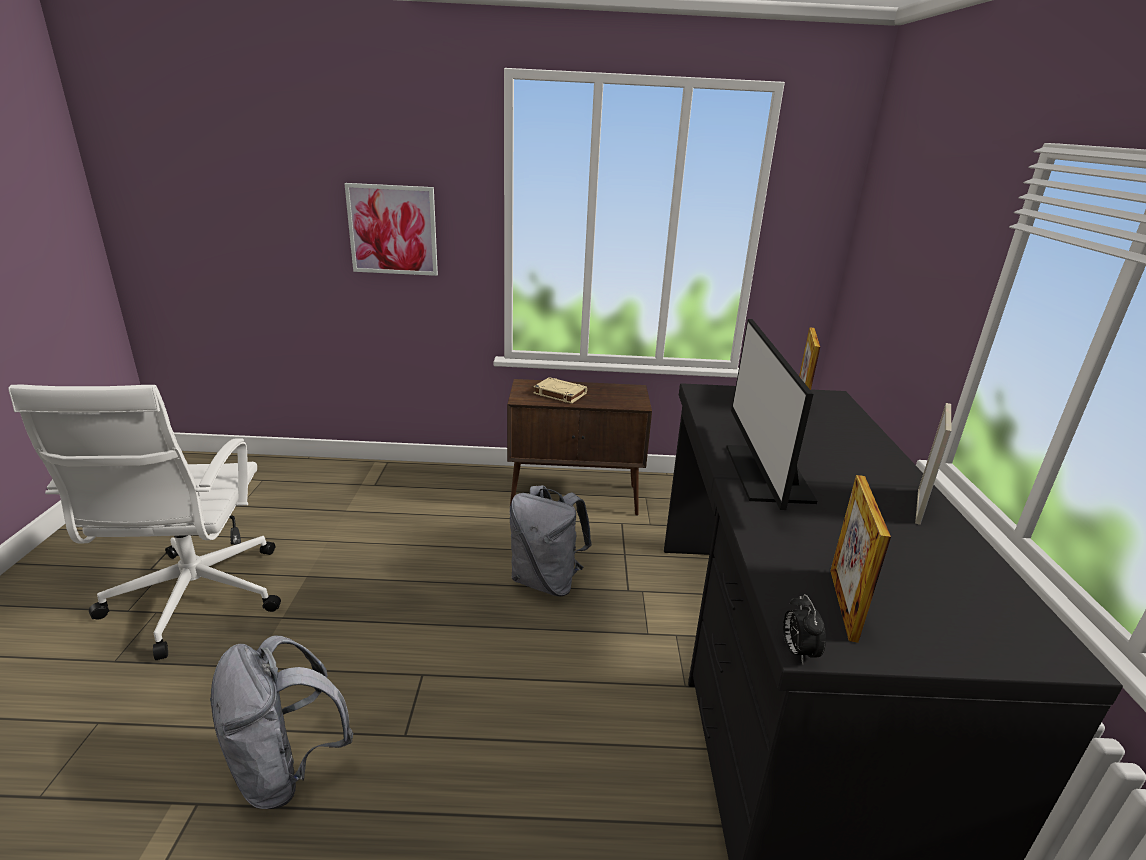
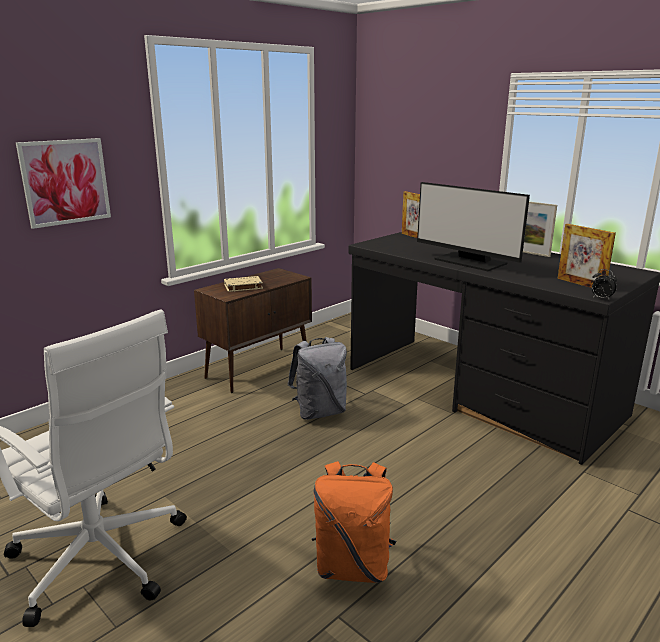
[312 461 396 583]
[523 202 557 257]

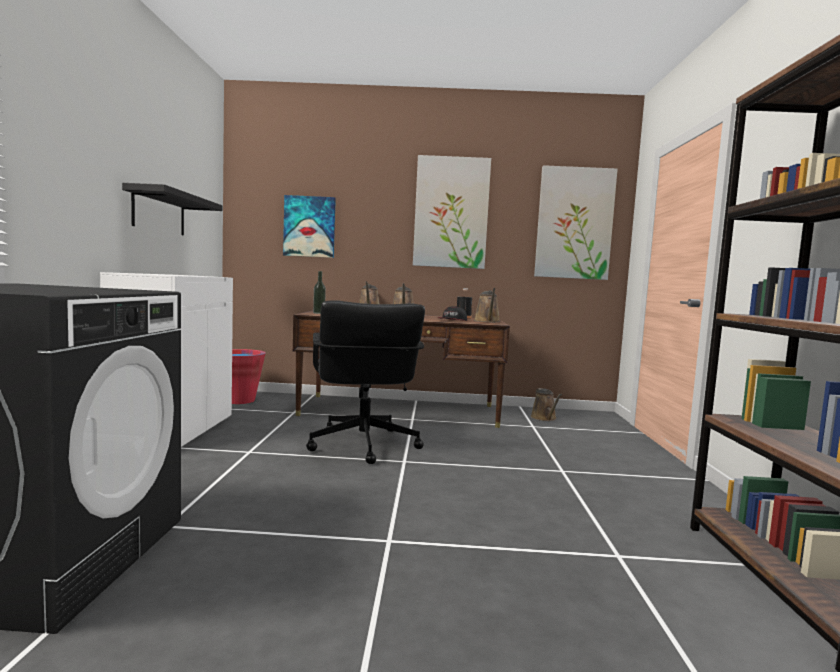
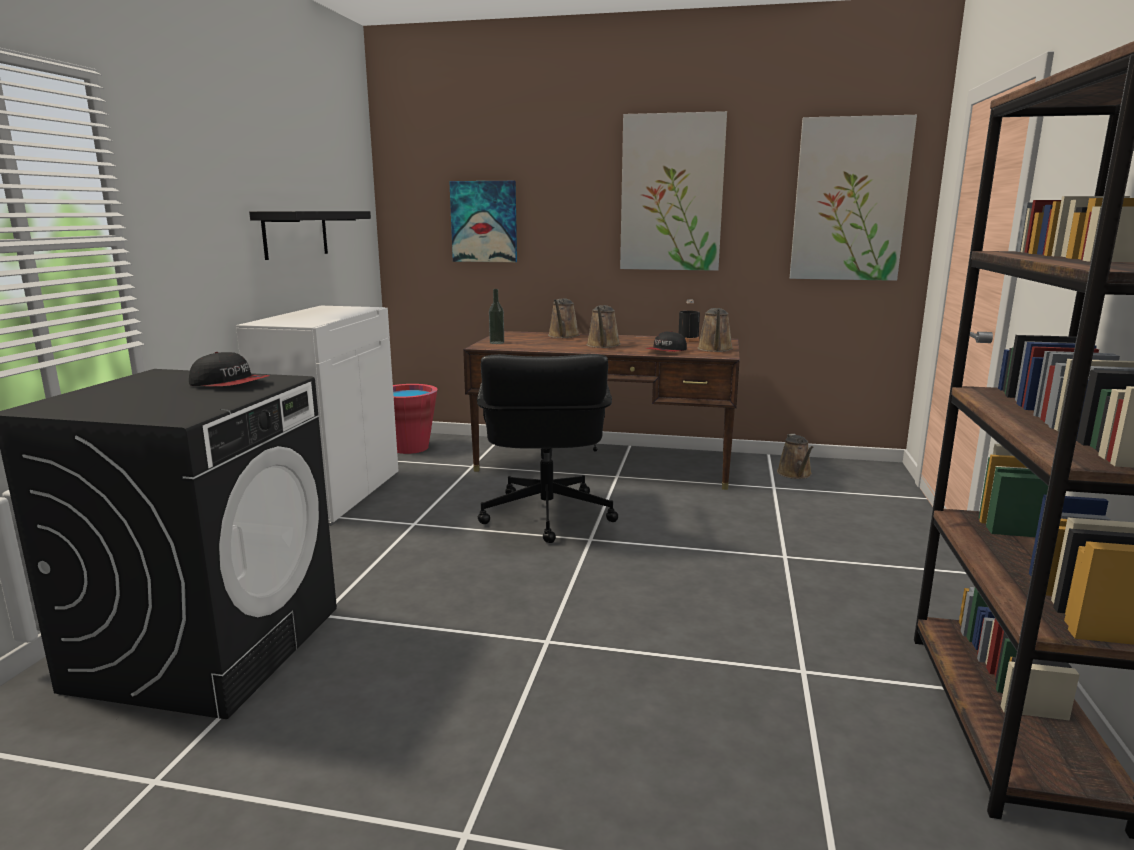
[189 352 270 386]

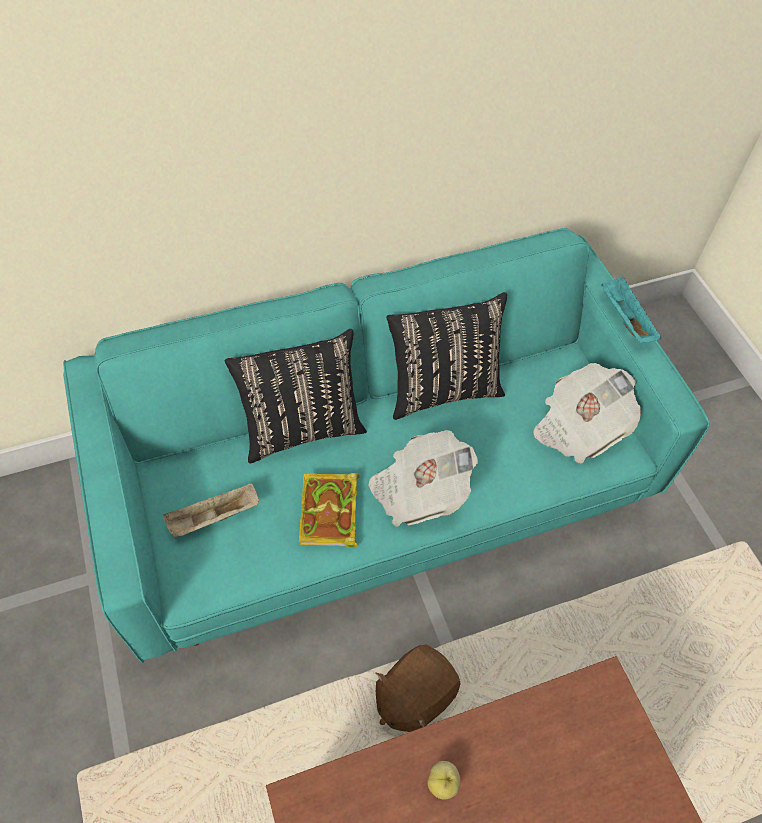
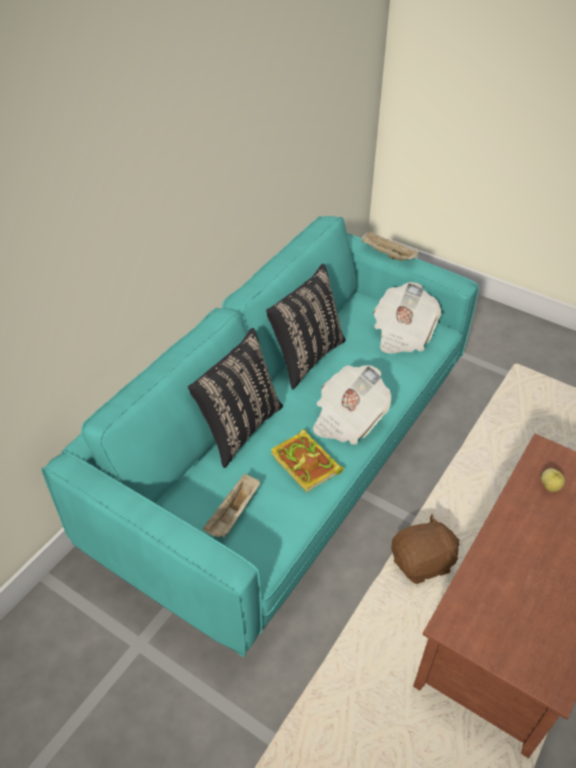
[391 514 459 584]
[541 468 565 492]
[361 231 419 260]

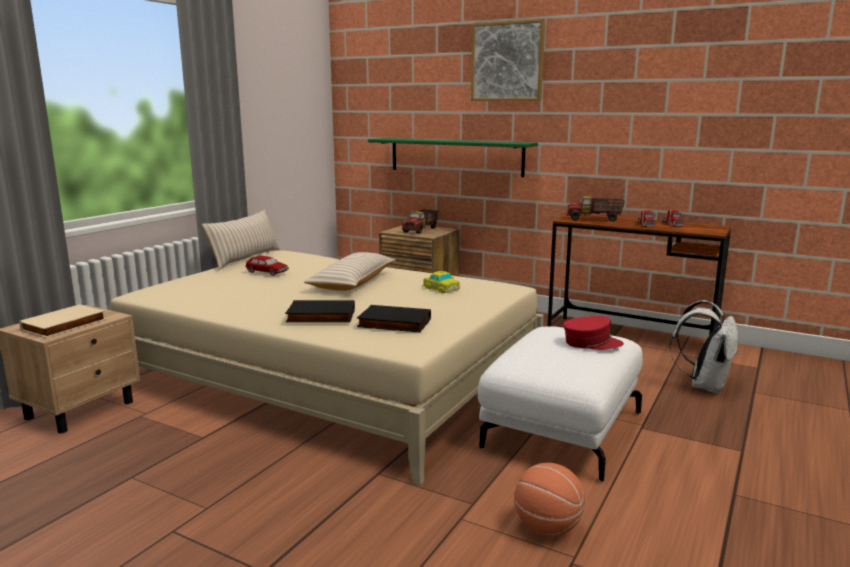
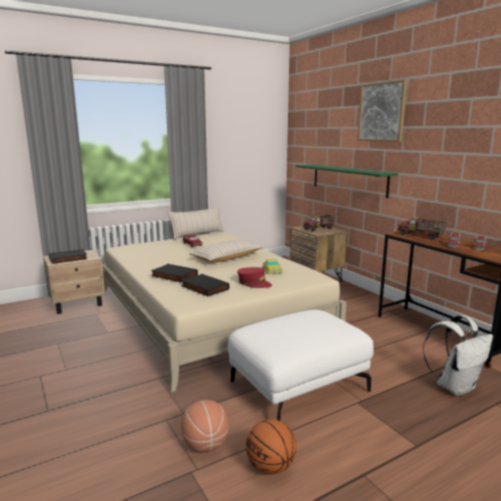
[49 249 87 264]
[237 267 272 288]
[246 419 296 475]

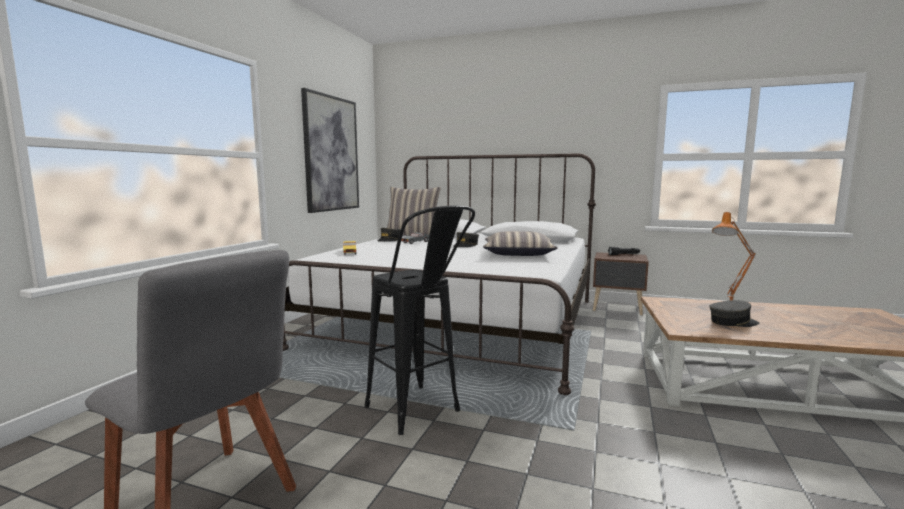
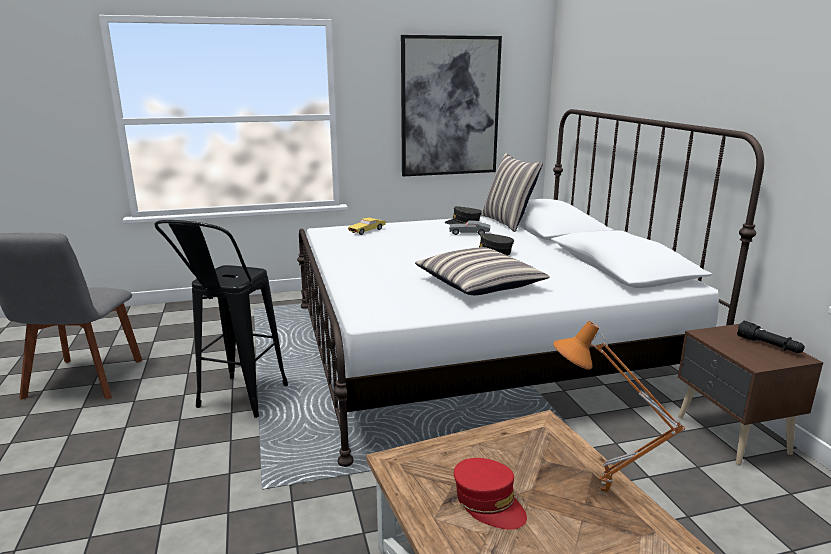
[454 458 527 530]

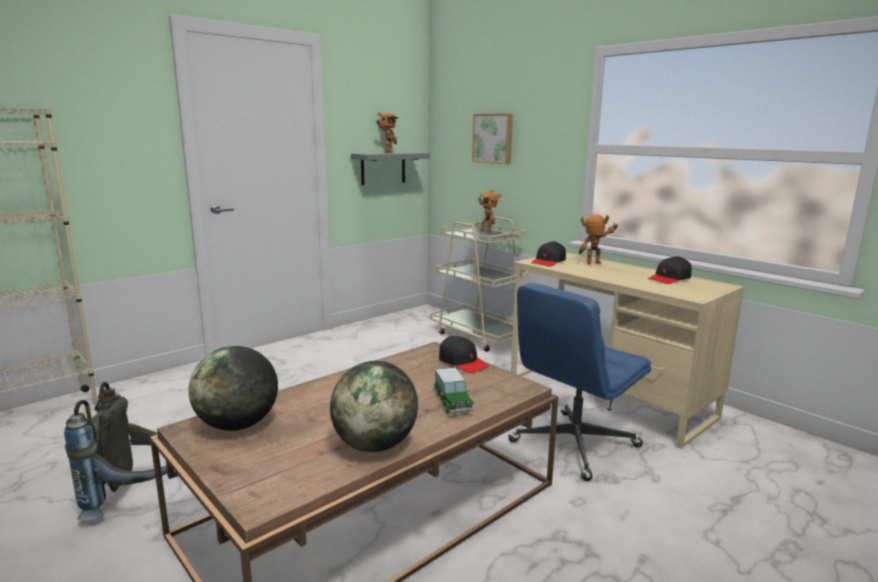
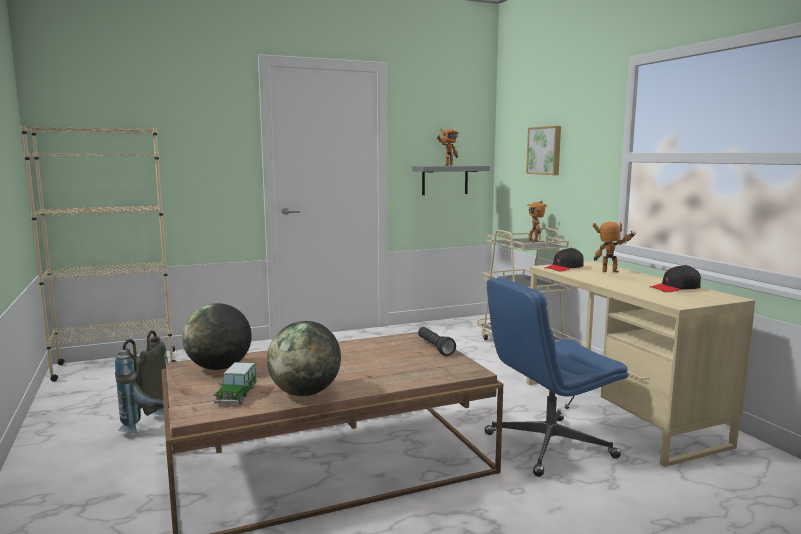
[214 362 257 405]
[418 327 456 356]

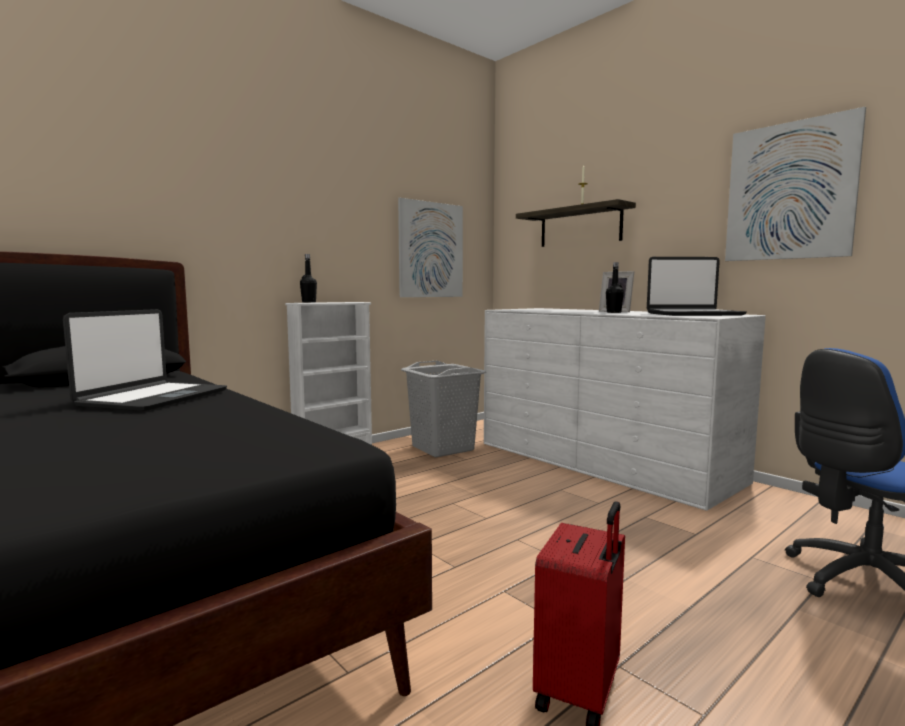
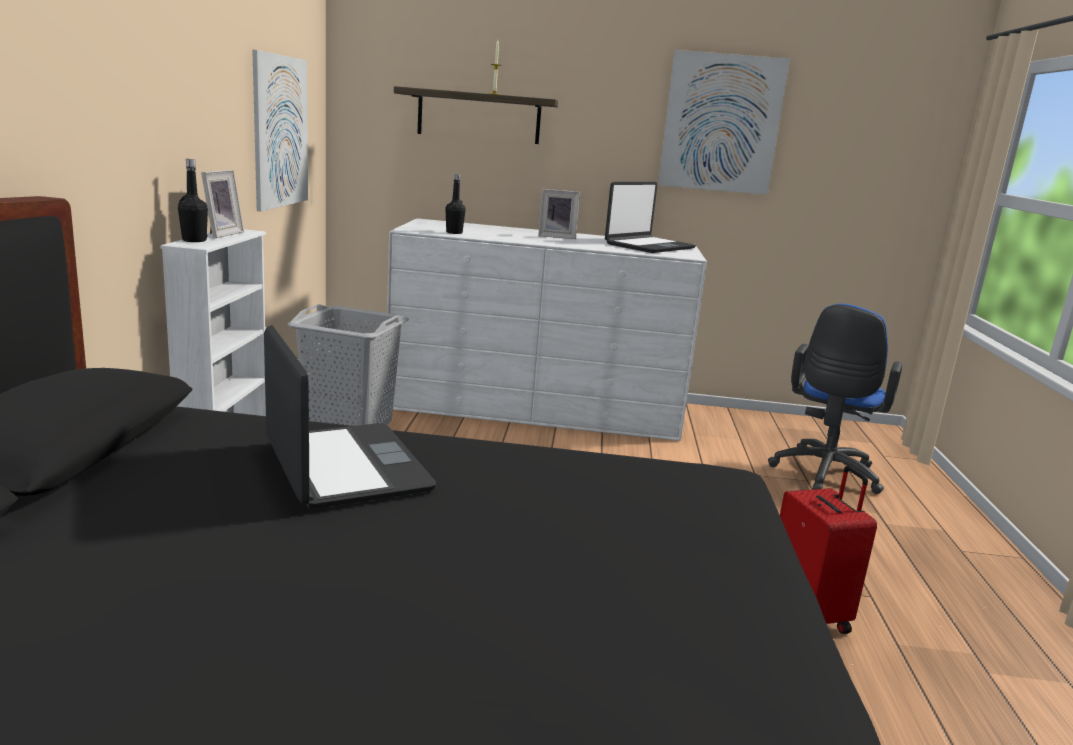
[445 174 466 234]
[201 170 244 239]

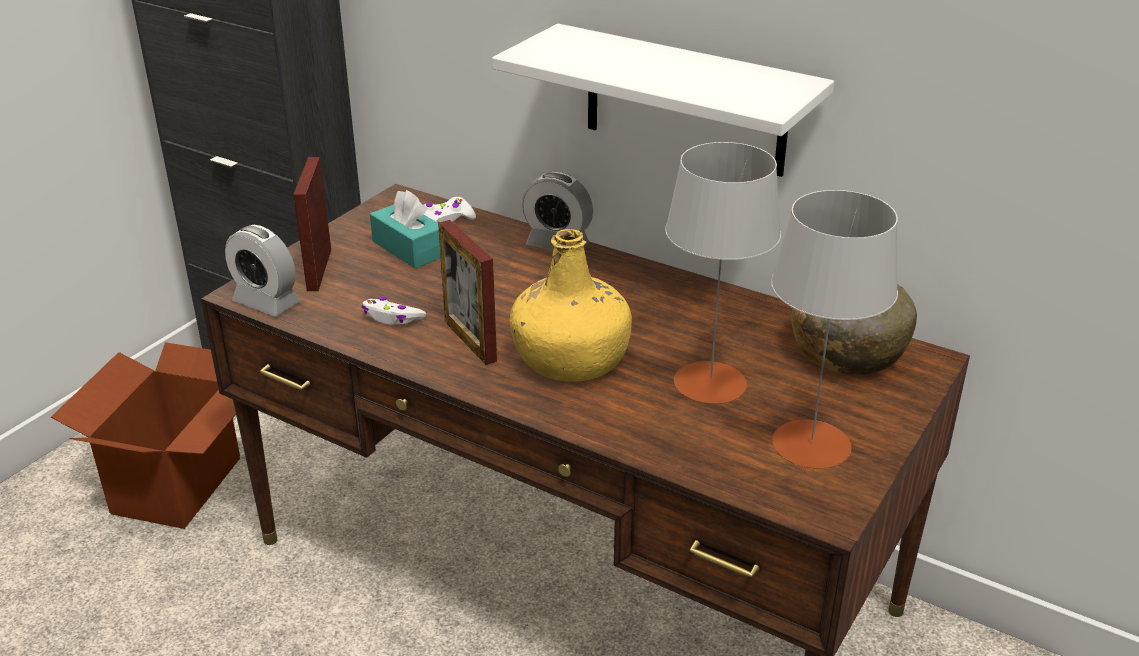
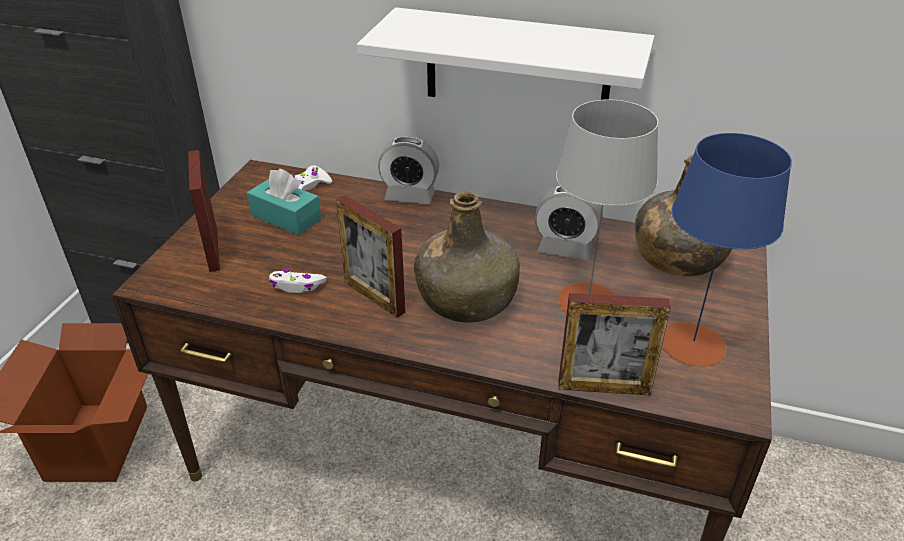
[535 186 603 260]
[414 191 520 323]
[662 133 792 367]
[558 293 671 396]

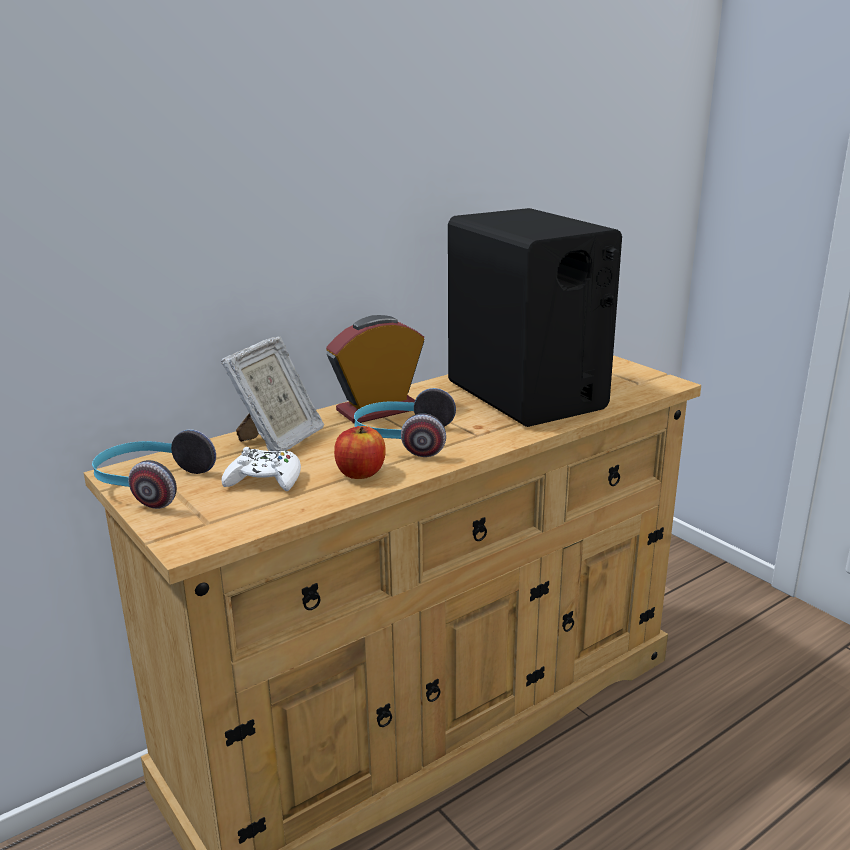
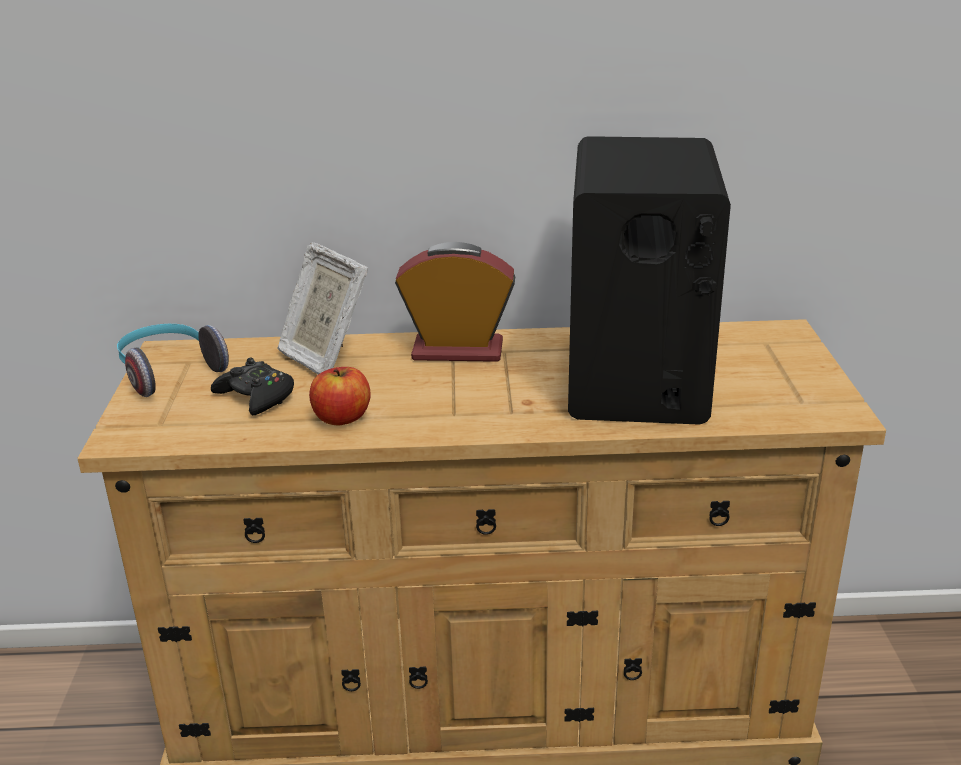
[277 242 368 374]
[211 358 294 415]
[354 388 456 457] (first image)

